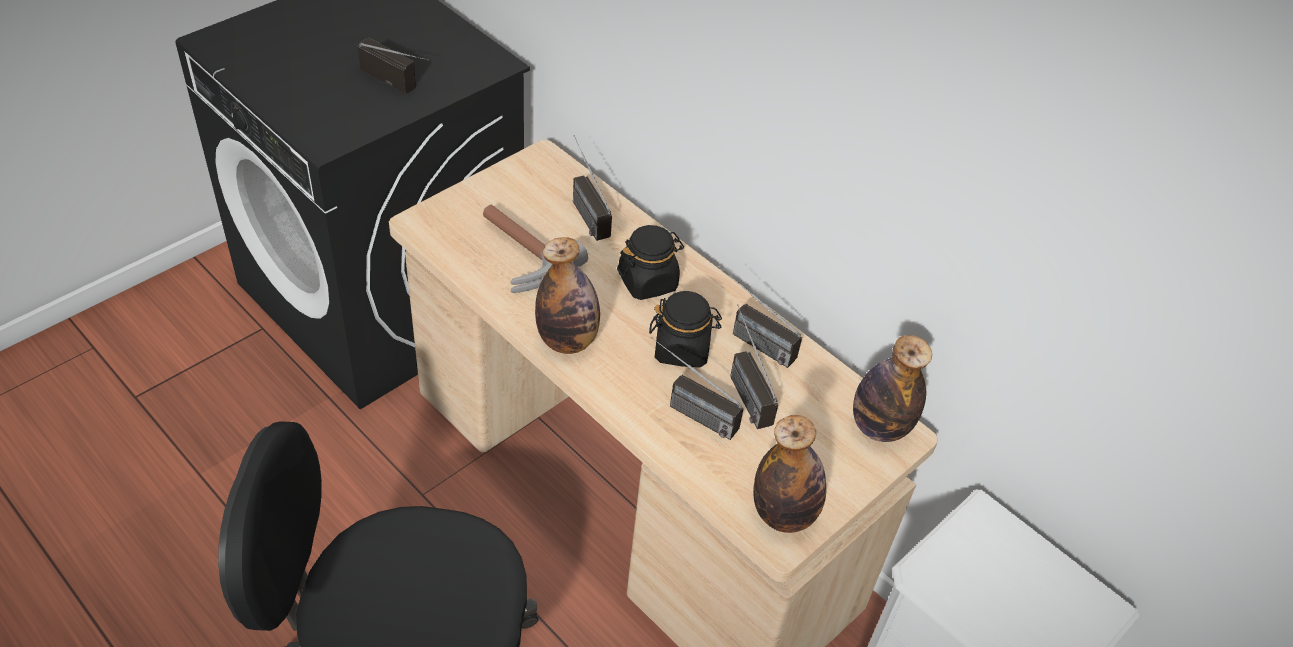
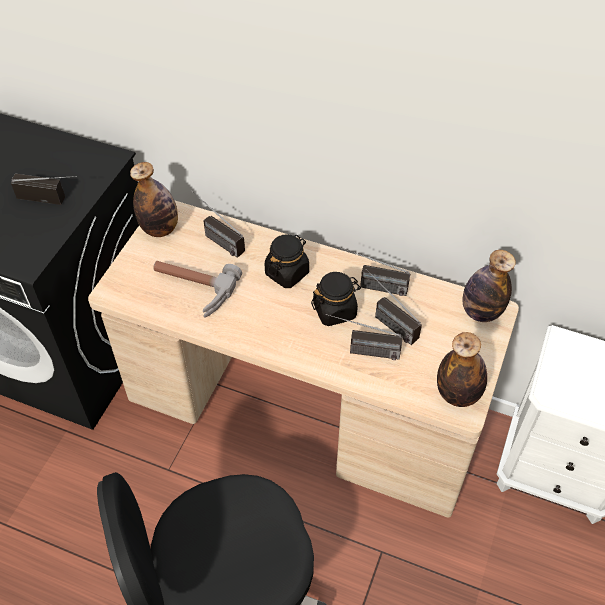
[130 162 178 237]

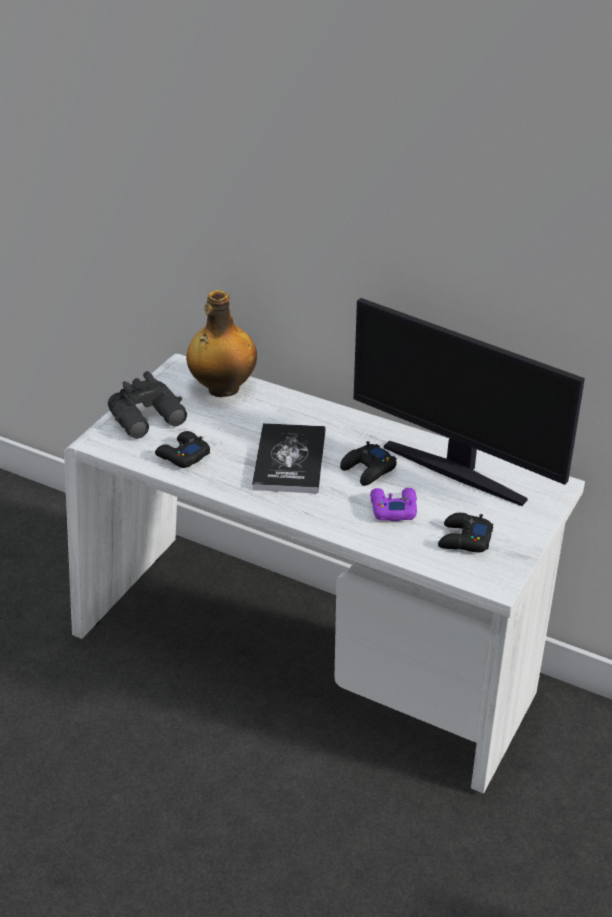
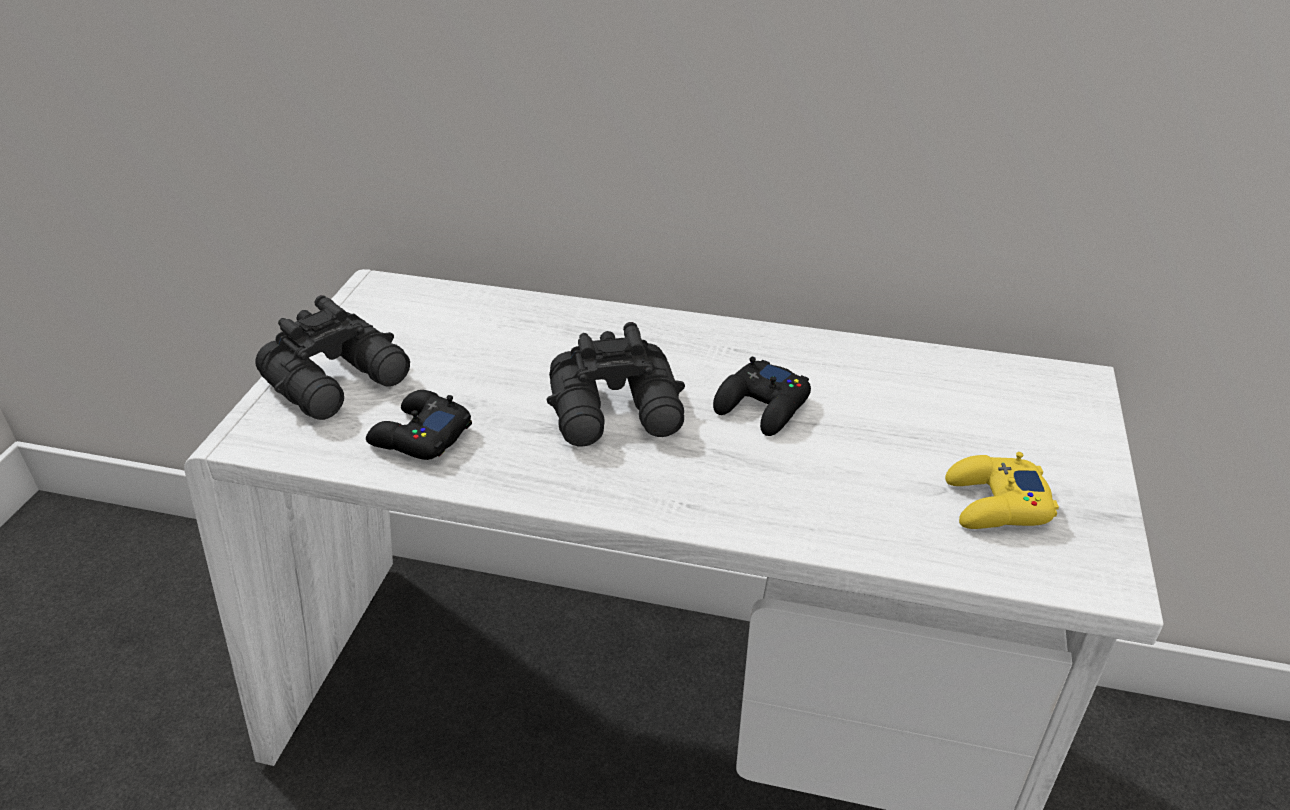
[186 290 257 397] (first image)
[547 322 685 446]
[354 298 585 506] (first image)
[370 488 417 521] (first image)
[945 452 1059 529]

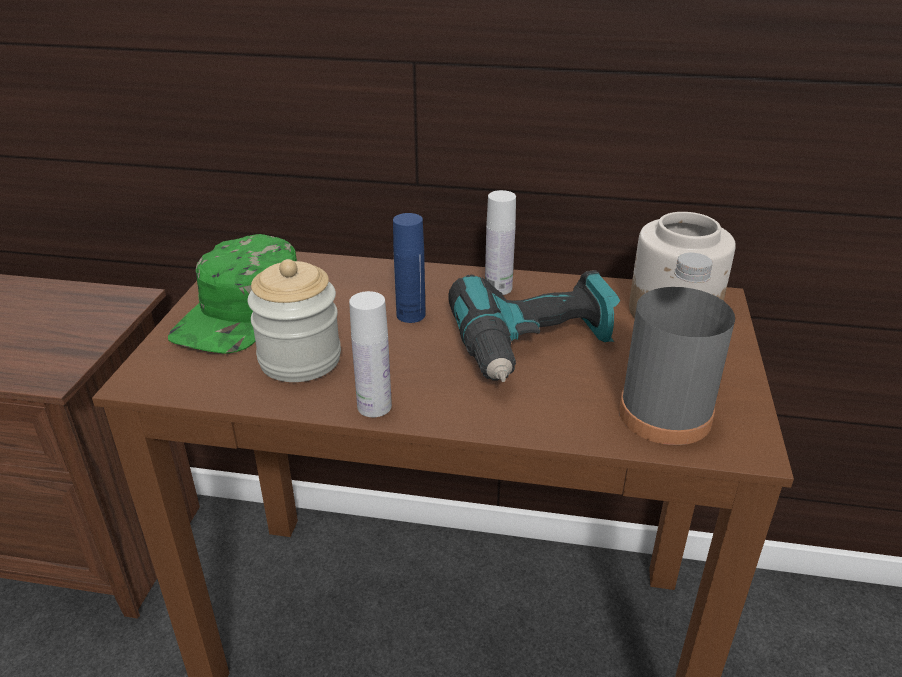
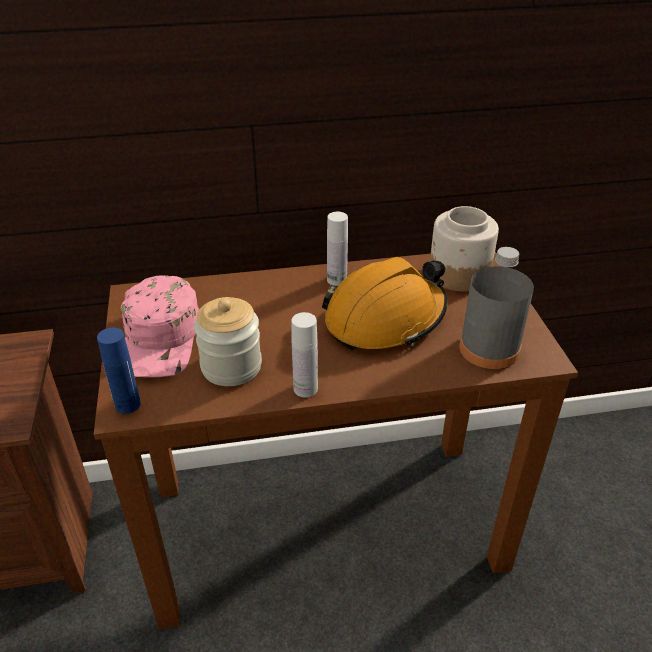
[121 275 199 377]
[97 327 141 414]
[322 257 447 350]

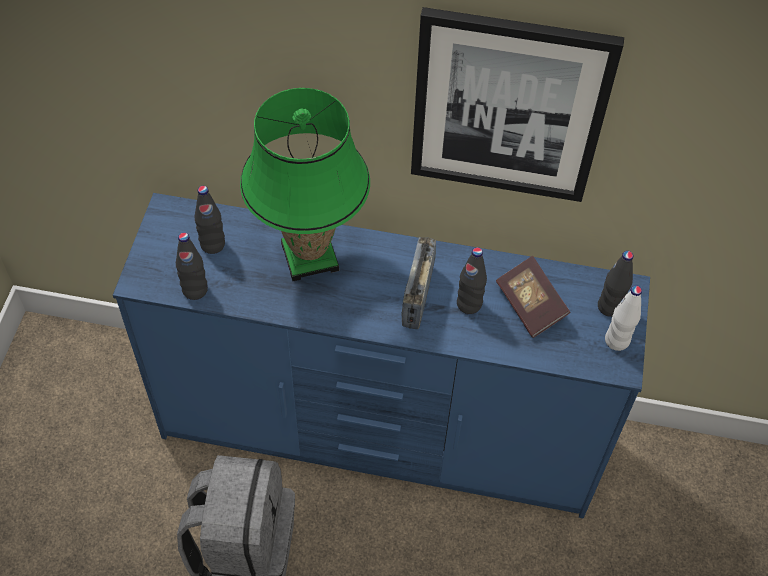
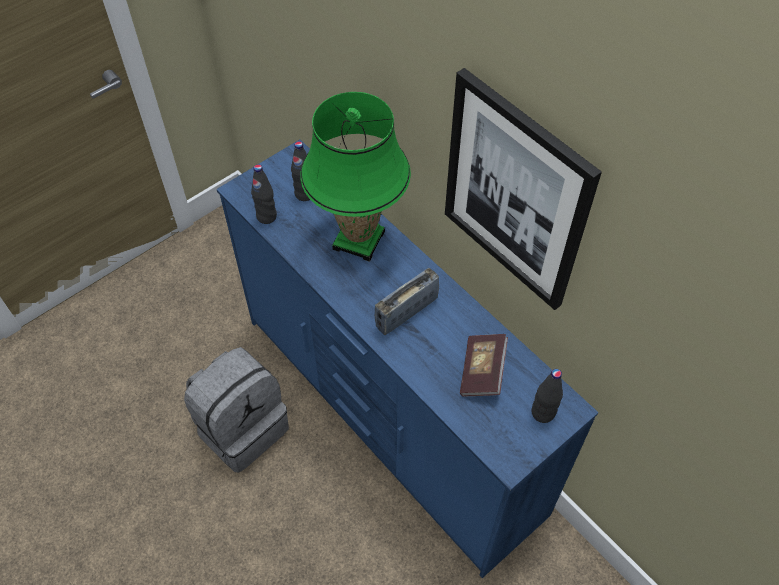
[457 247 487 314] (first image)
[605 286 642 351] (first image)

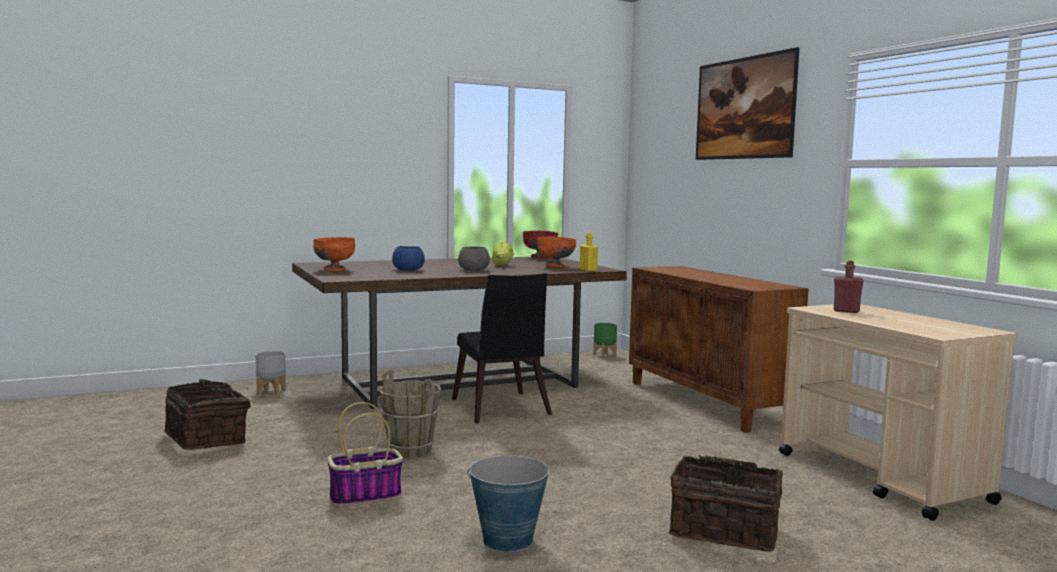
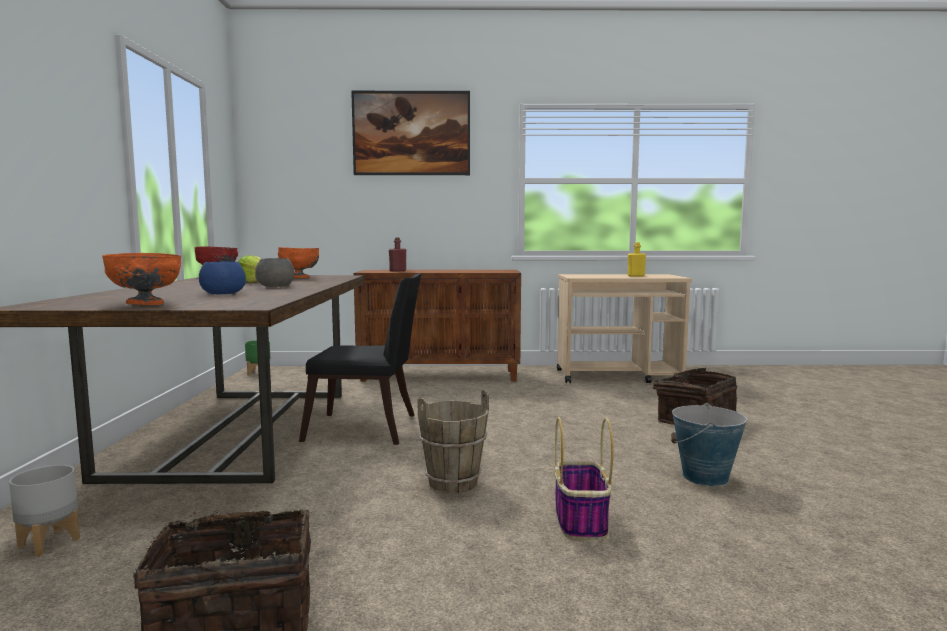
[628 242 646 277]
[389 237 406 272]

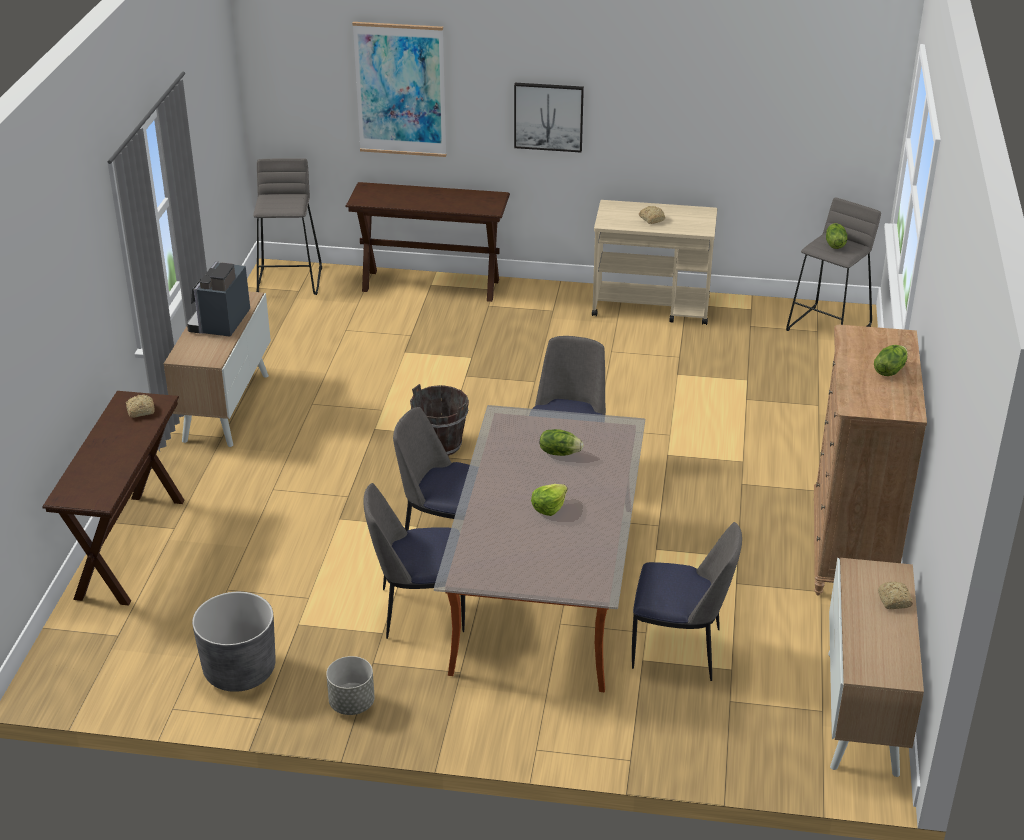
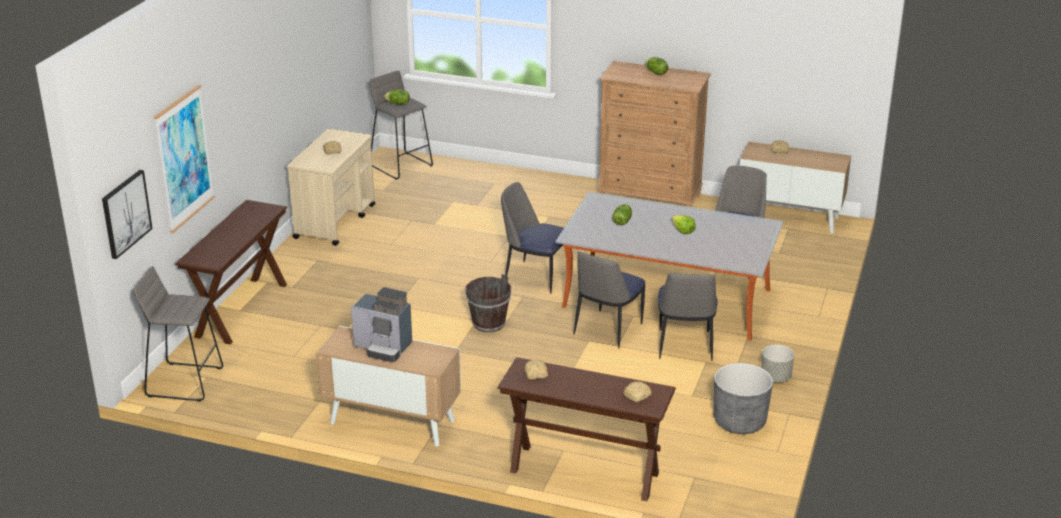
[102 170 153 259]
[623 381 652 402]

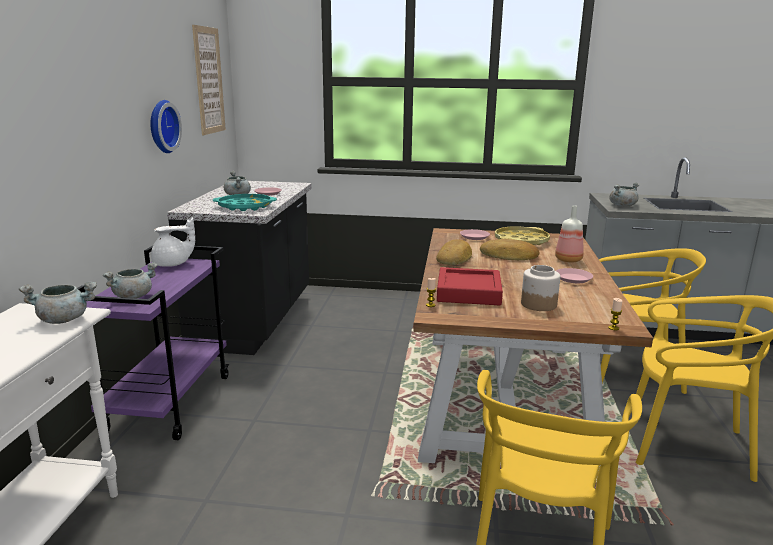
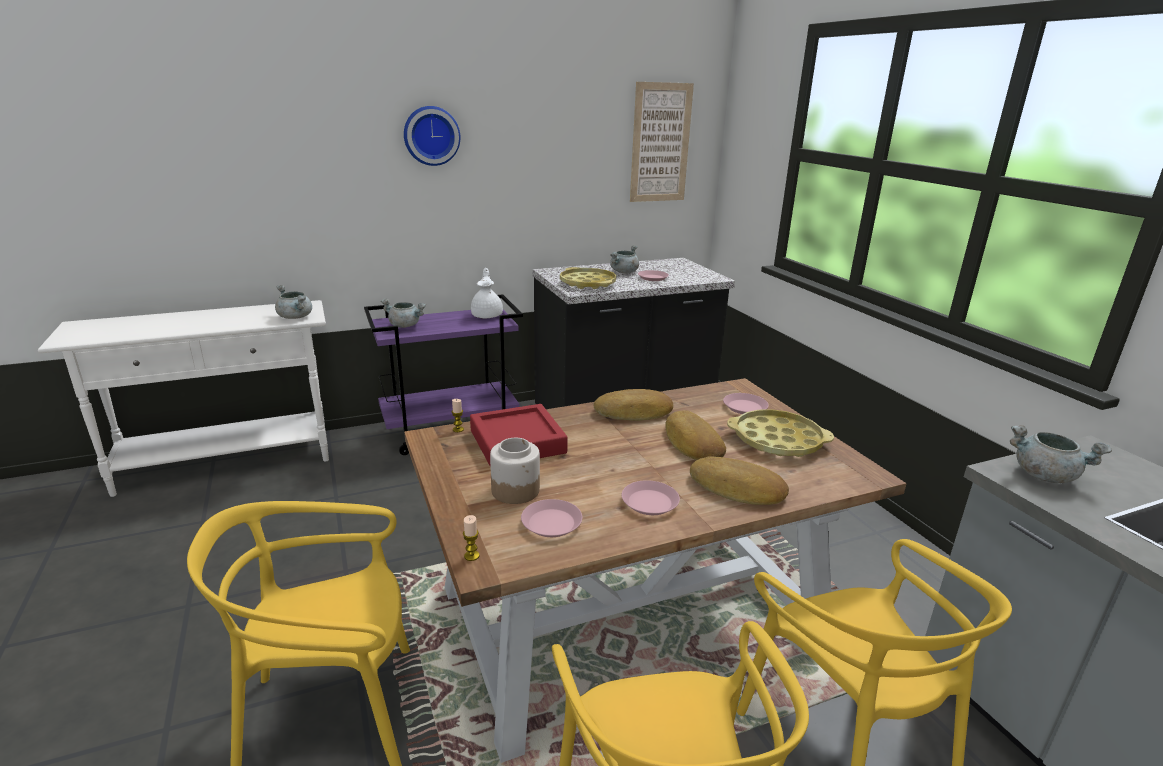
[404 106 460 166]
[471 268 503 319]
[560 267 616 289]
[690 456 789 505]
[521 499 582 537]

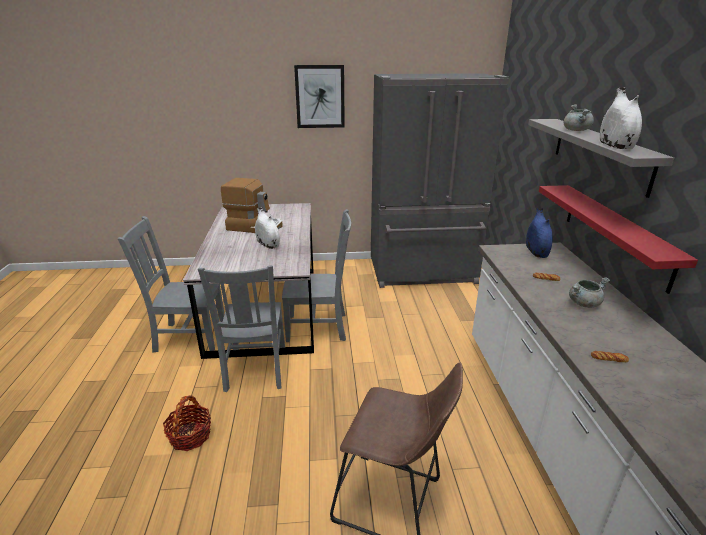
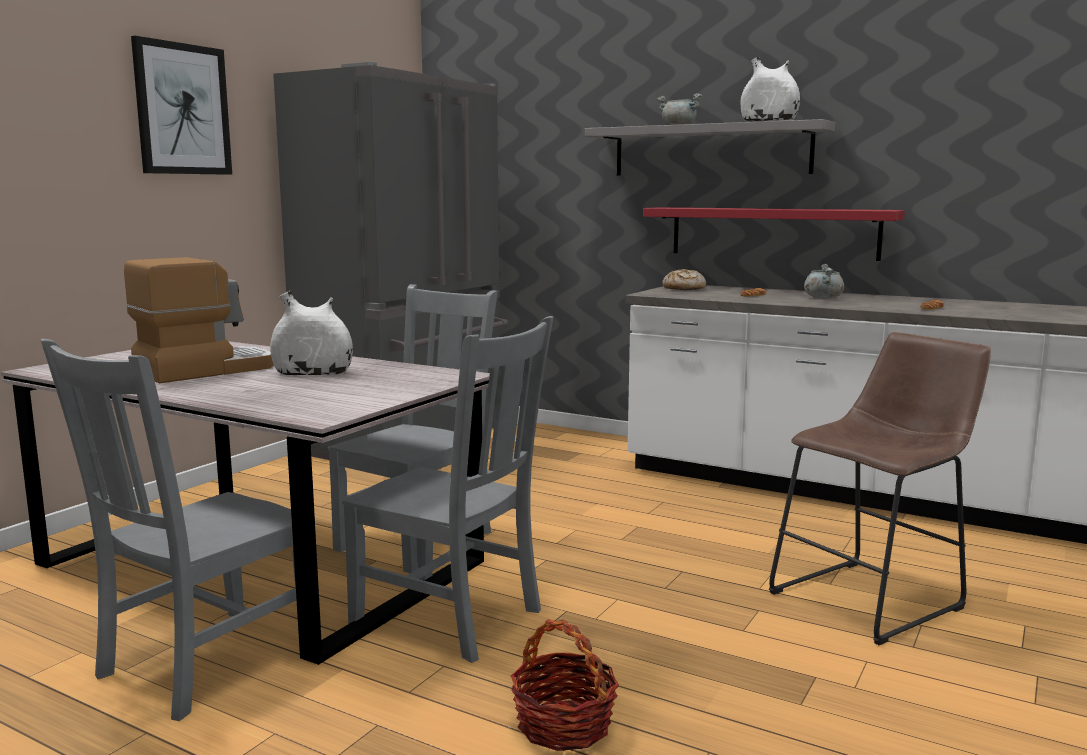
[663 269 706 290]

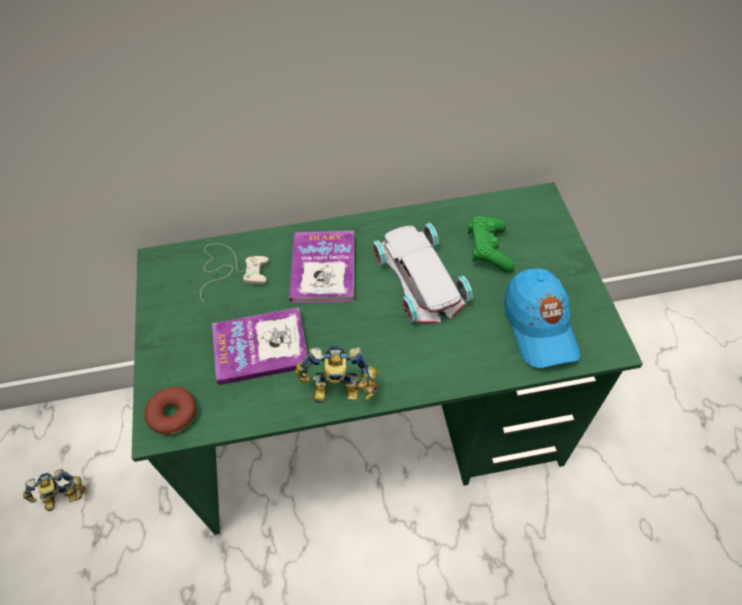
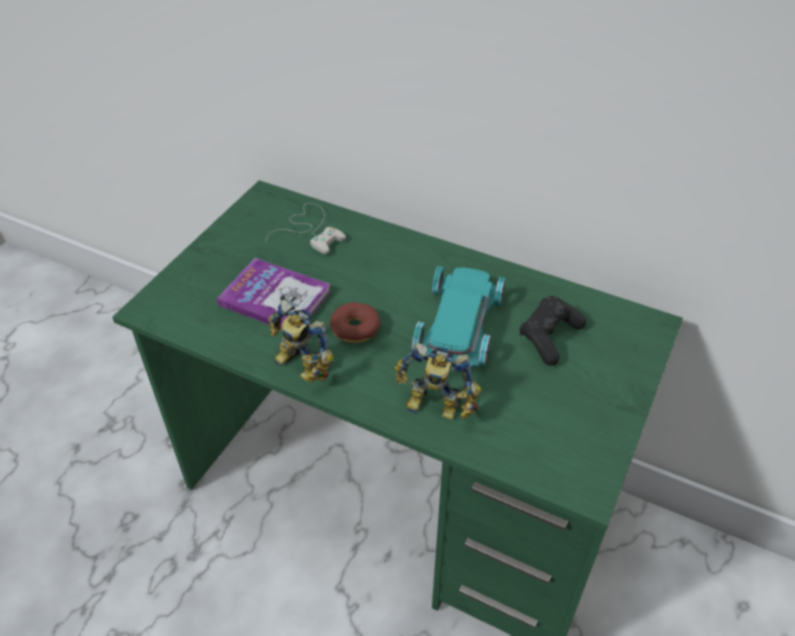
[394 343 481 420]
[330 302 381 343]
[289 231 354 303] (first image)
[412 266 505 371]
[520 296 586 366]
[504 268 580 368] (first image)

